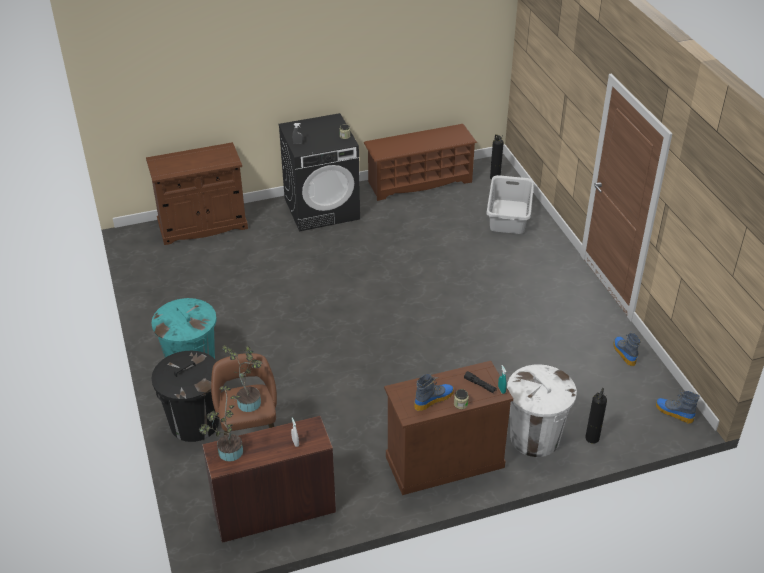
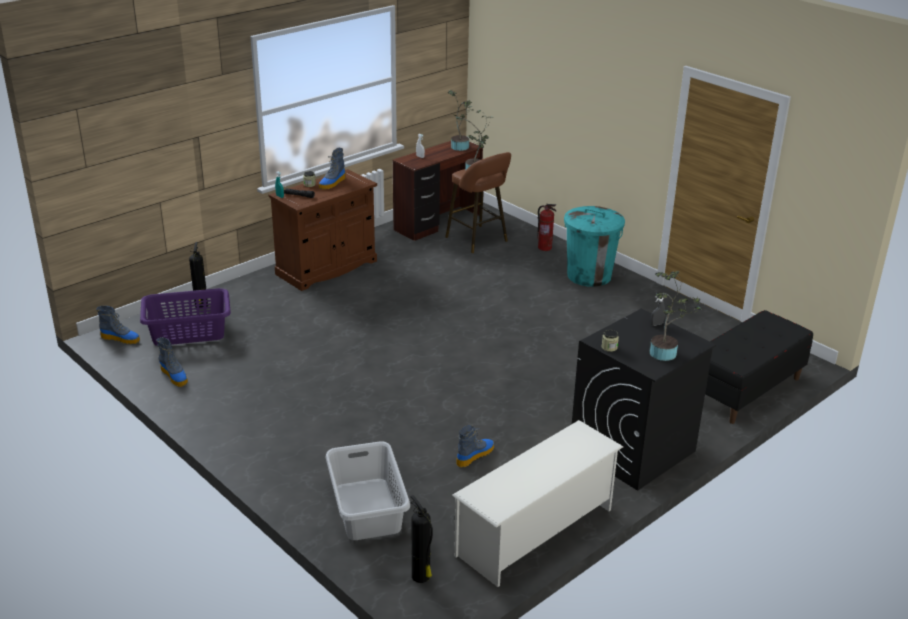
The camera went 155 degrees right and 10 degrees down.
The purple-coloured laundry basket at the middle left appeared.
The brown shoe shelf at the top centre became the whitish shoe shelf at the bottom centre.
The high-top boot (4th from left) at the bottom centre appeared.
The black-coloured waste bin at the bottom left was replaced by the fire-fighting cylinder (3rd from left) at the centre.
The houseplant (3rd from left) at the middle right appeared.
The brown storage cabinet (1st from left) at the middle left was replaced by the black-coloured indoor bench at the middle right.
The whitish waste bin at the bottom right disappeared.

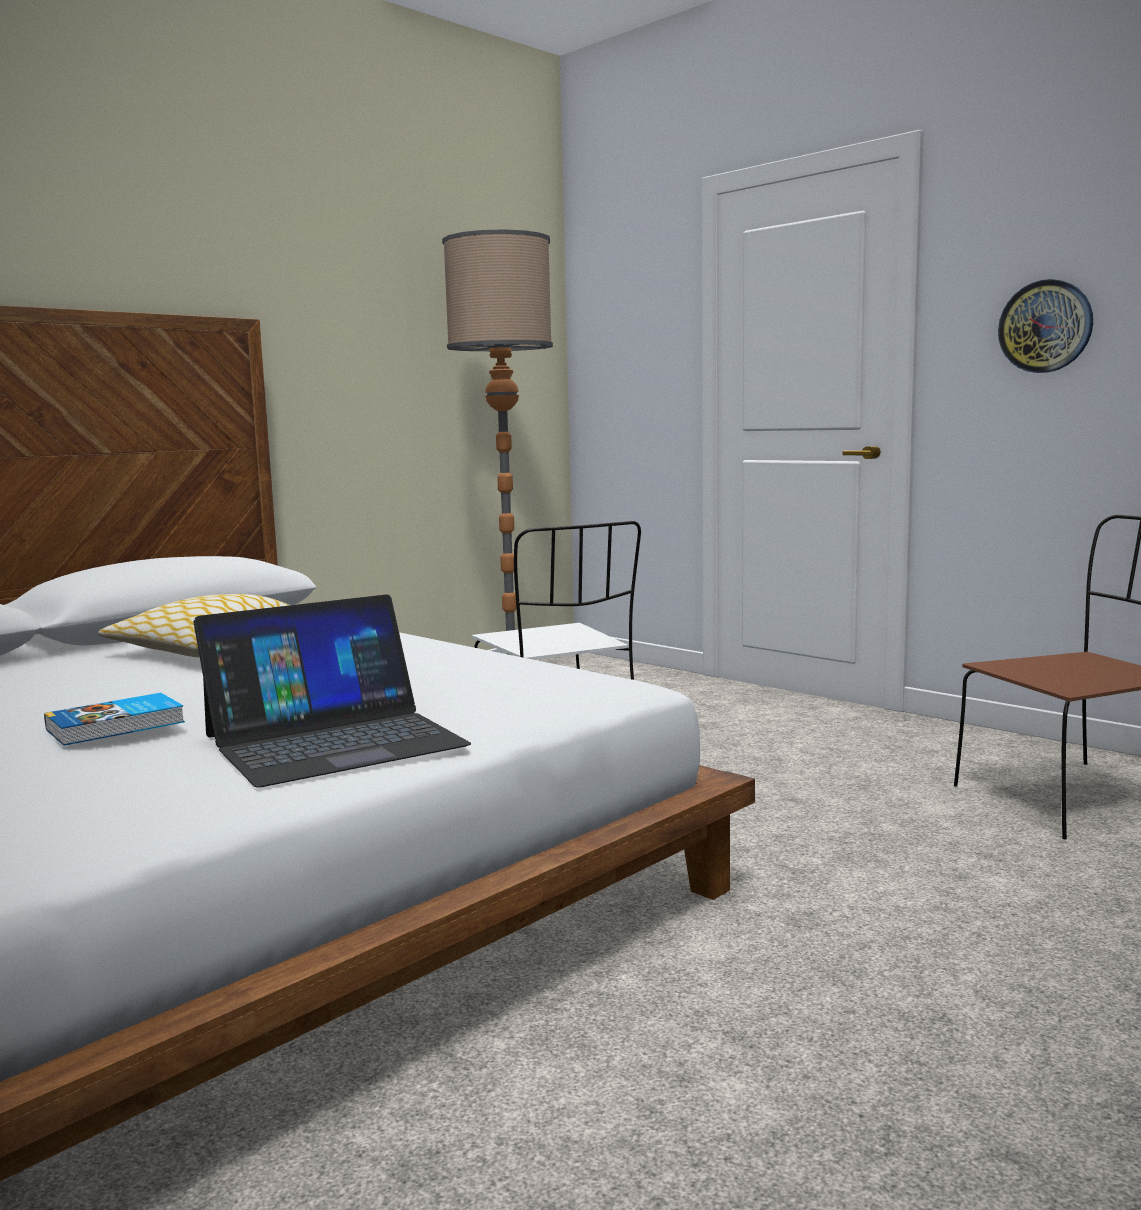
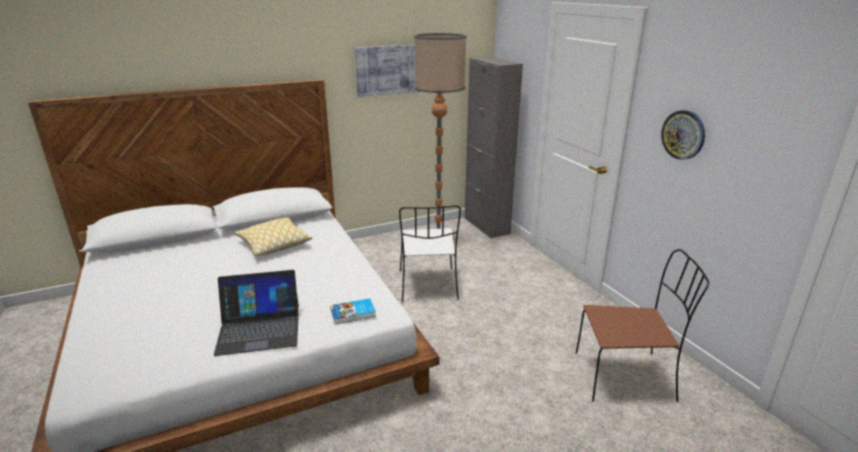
The camera went 20 degrees right and 15 degrees up.
The volume moved from the middle left to the bottom centre.
The wall art at the top centre appeared.
The gray storage cabinet at the top centre appeared.

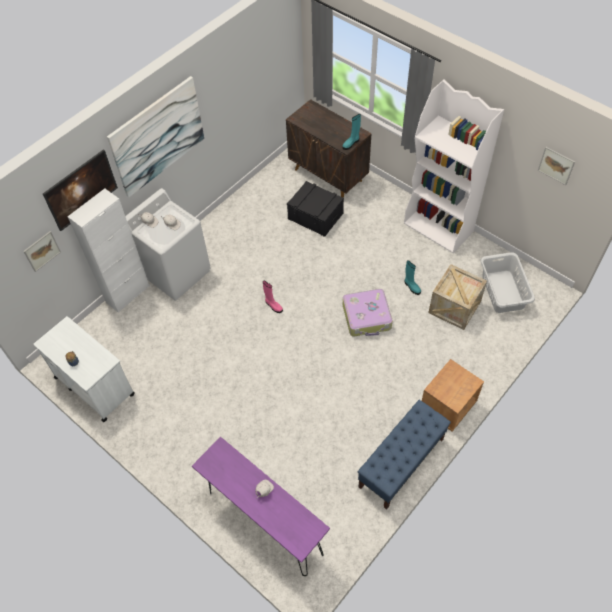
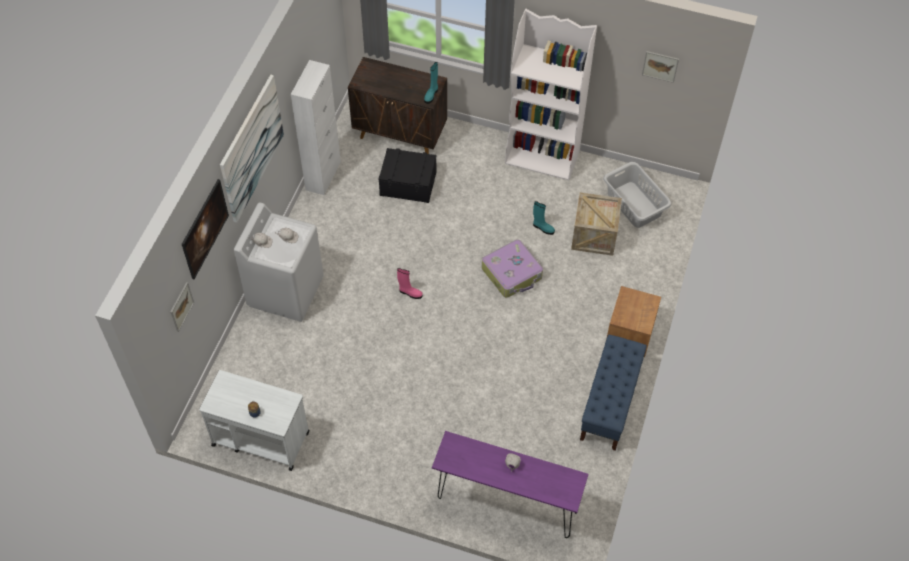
The camera went 25 degrees left and 0 degrees up.
The whitish storage cabinet moved from the middle left to the top centre.

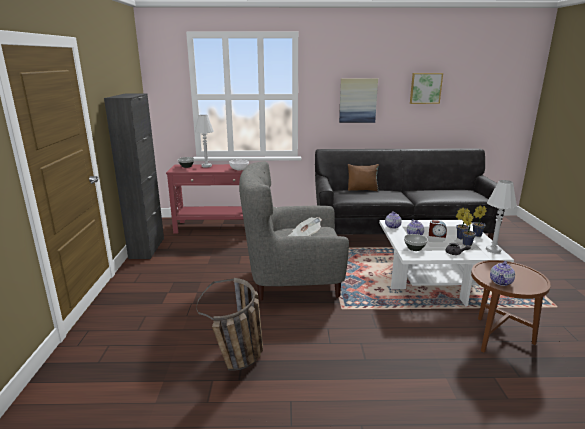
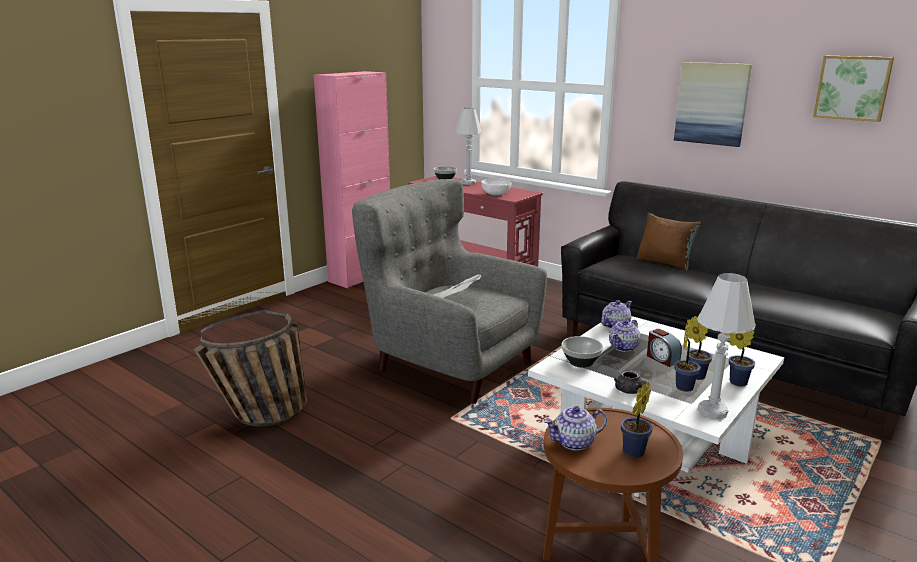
The camera went 40 degrees right and 0 degrees up.
The black-coloured storage cabinet at the middle left became the pink-coloured storage cabinet at the top centre.
The houseplant (1st from left) at the bottom right appeared.

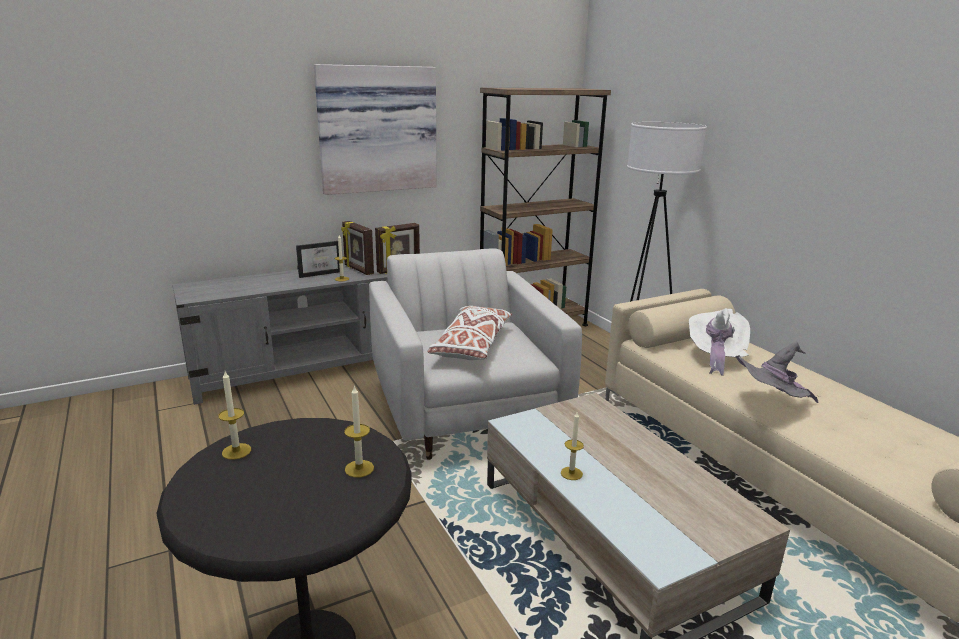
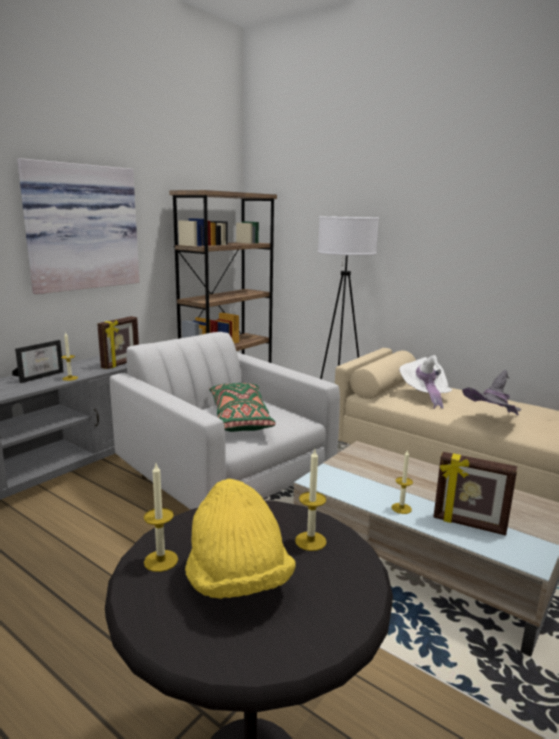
The camera went 25 degrees left and 5 degrees down.
The yellowish hat at the bottom centre appeared.
The whitish cushion at the centre became the green cushion at the centre.
The standing frame (2nd from left in the first image) moved from the centre to the bottom right.

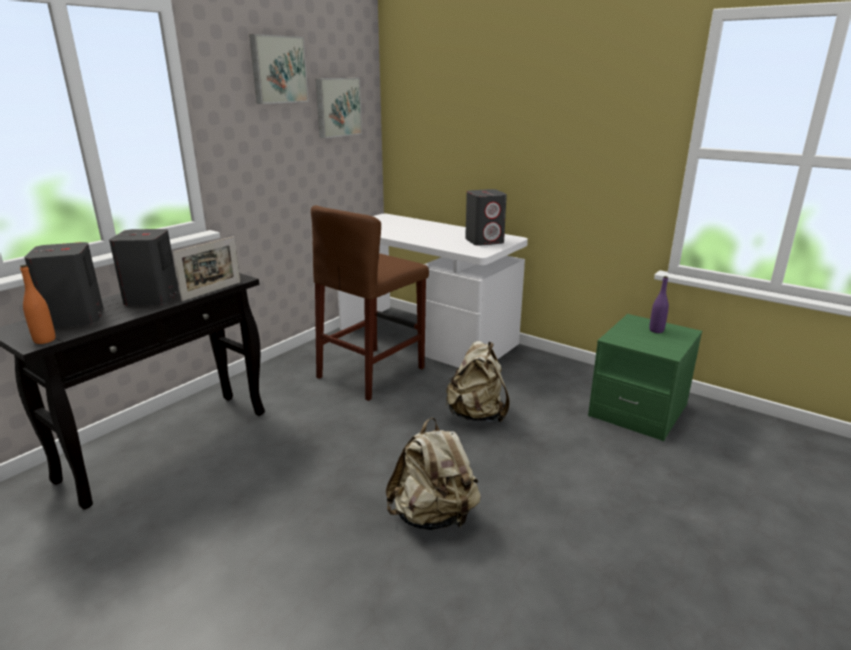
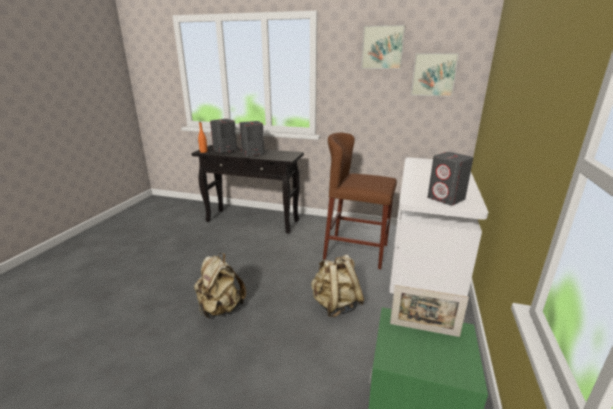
The camera went 70 degrees right and 0 degrees up.
The standing frame moved from the middle left to the bottom right.
The purple-coloured bottle at the middle right disappeared.

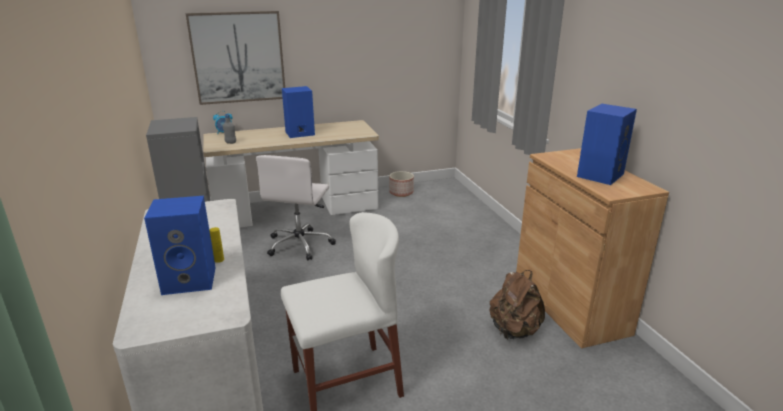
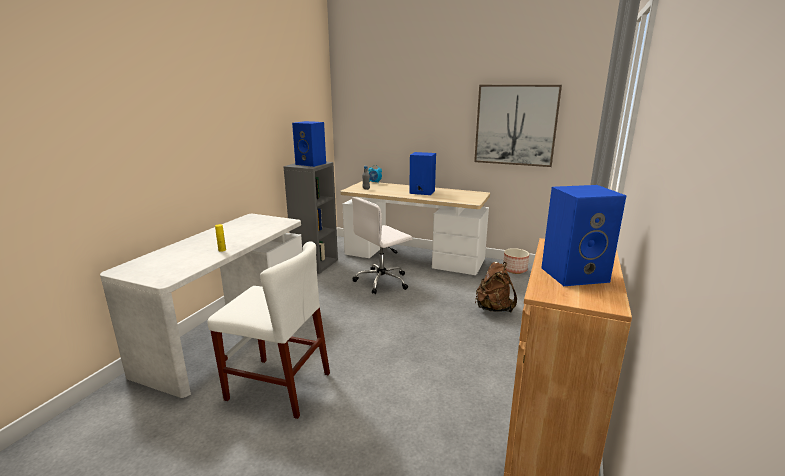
The camera went 40 degrees right and 5 degrees down.
The blue-coloured loudspeaker (1st from left) moved from the middle left to the top centre.
The wall art moved from the top left to the top centre.
The brown backpack moved from the bottom centre to the centre.

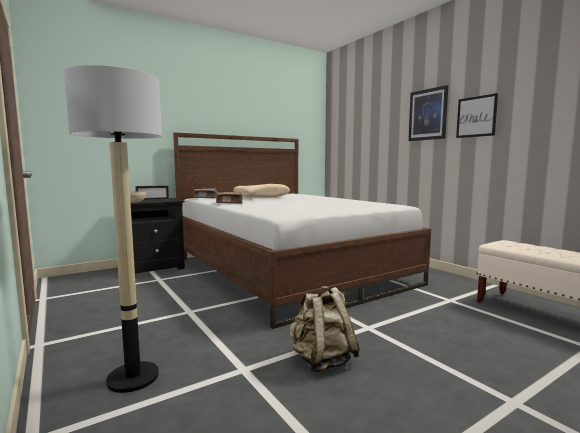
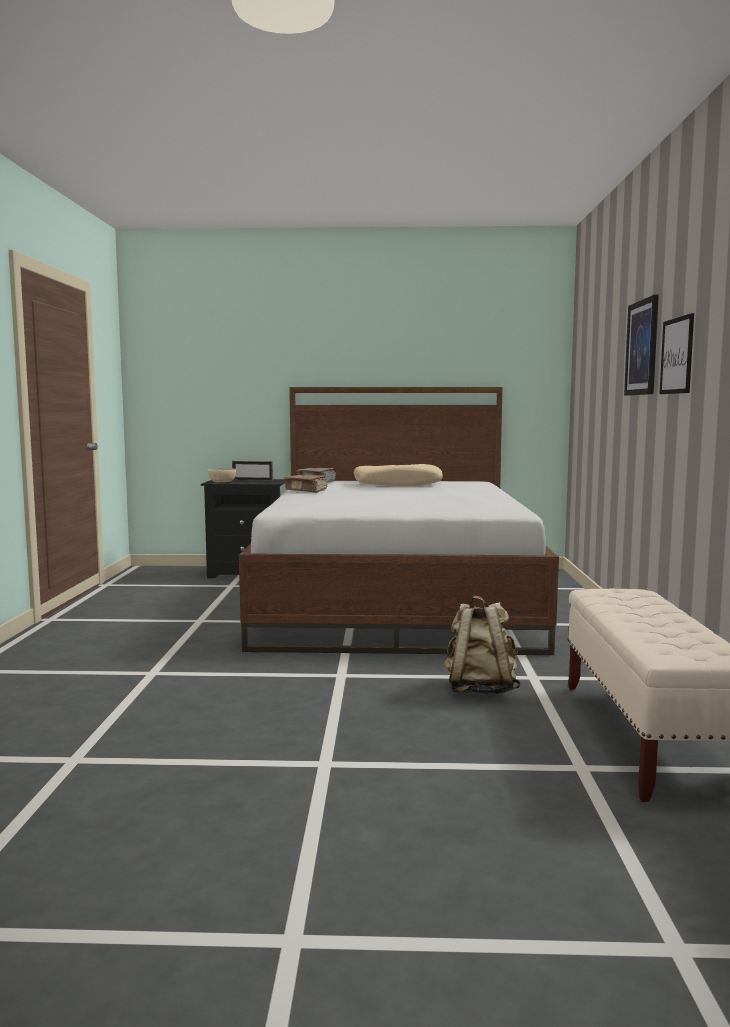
The camera went 35 degrees right and 0 degrees up.
The sand-coloured backpack moved from the bottom centre to the centre.
The floor lamp at the middle left disappeared.

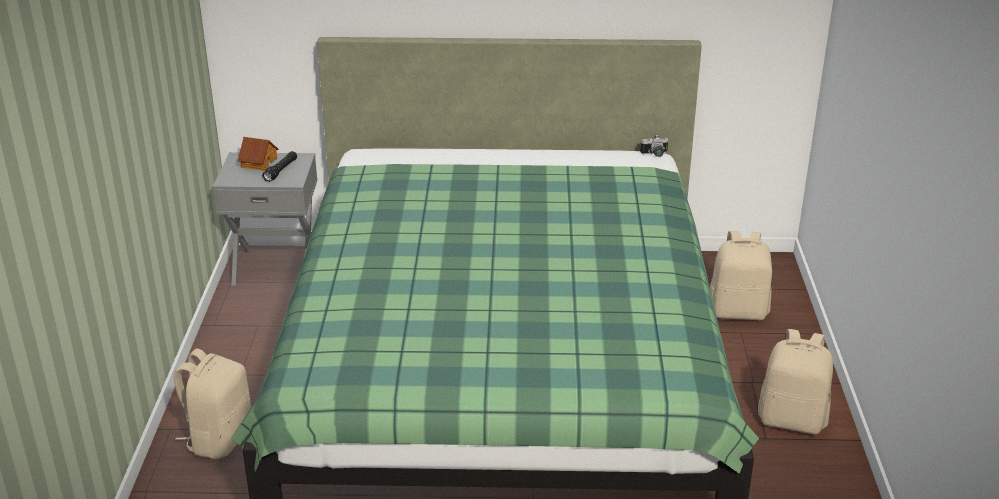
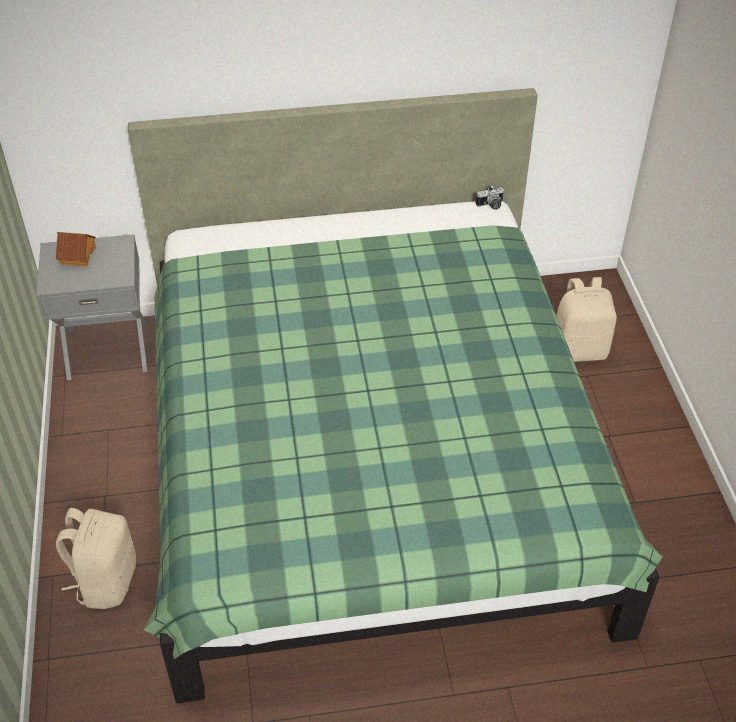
The camera went 10 degrees left and 15 degrees up.
The black-coloured hand torch at the top left disappeared.
The sand-coloured backpack (3rd from left) at the bottom right disappeared.

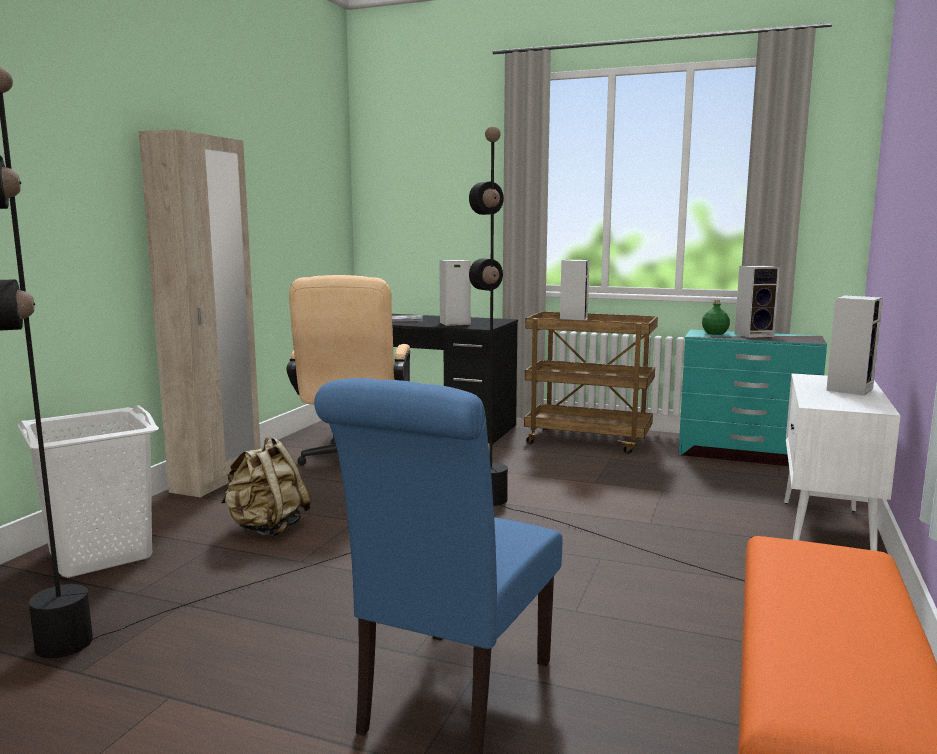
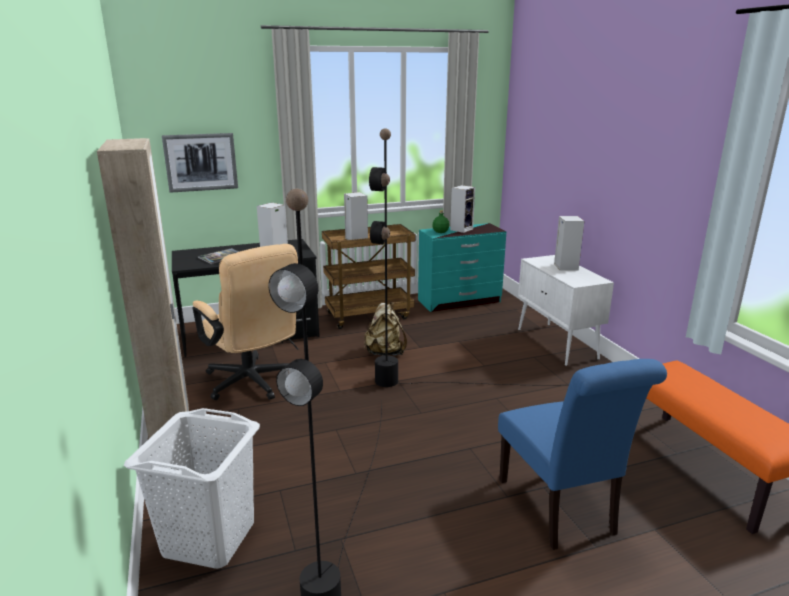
The camera went 40 degrees left and 10 degrees up.
The wall art at the top left appeared.
The sand-coloured backpack moved from the middle left to the centre.

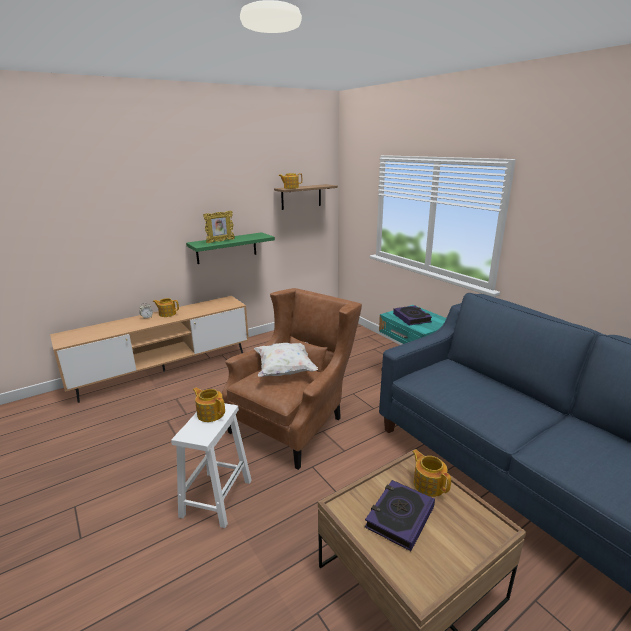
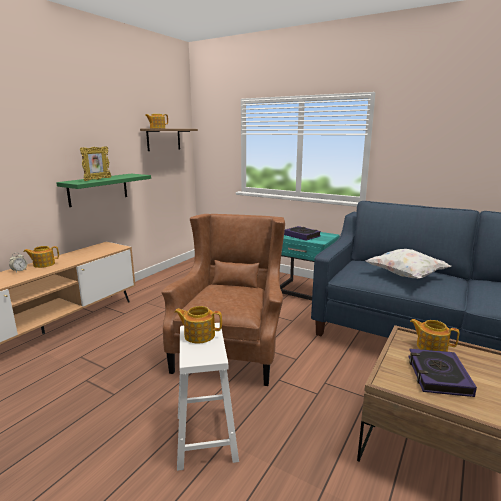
The camera went 25 degrees left and 5 degrees down.
The whitish cushion moved from the centre to the middle right.

